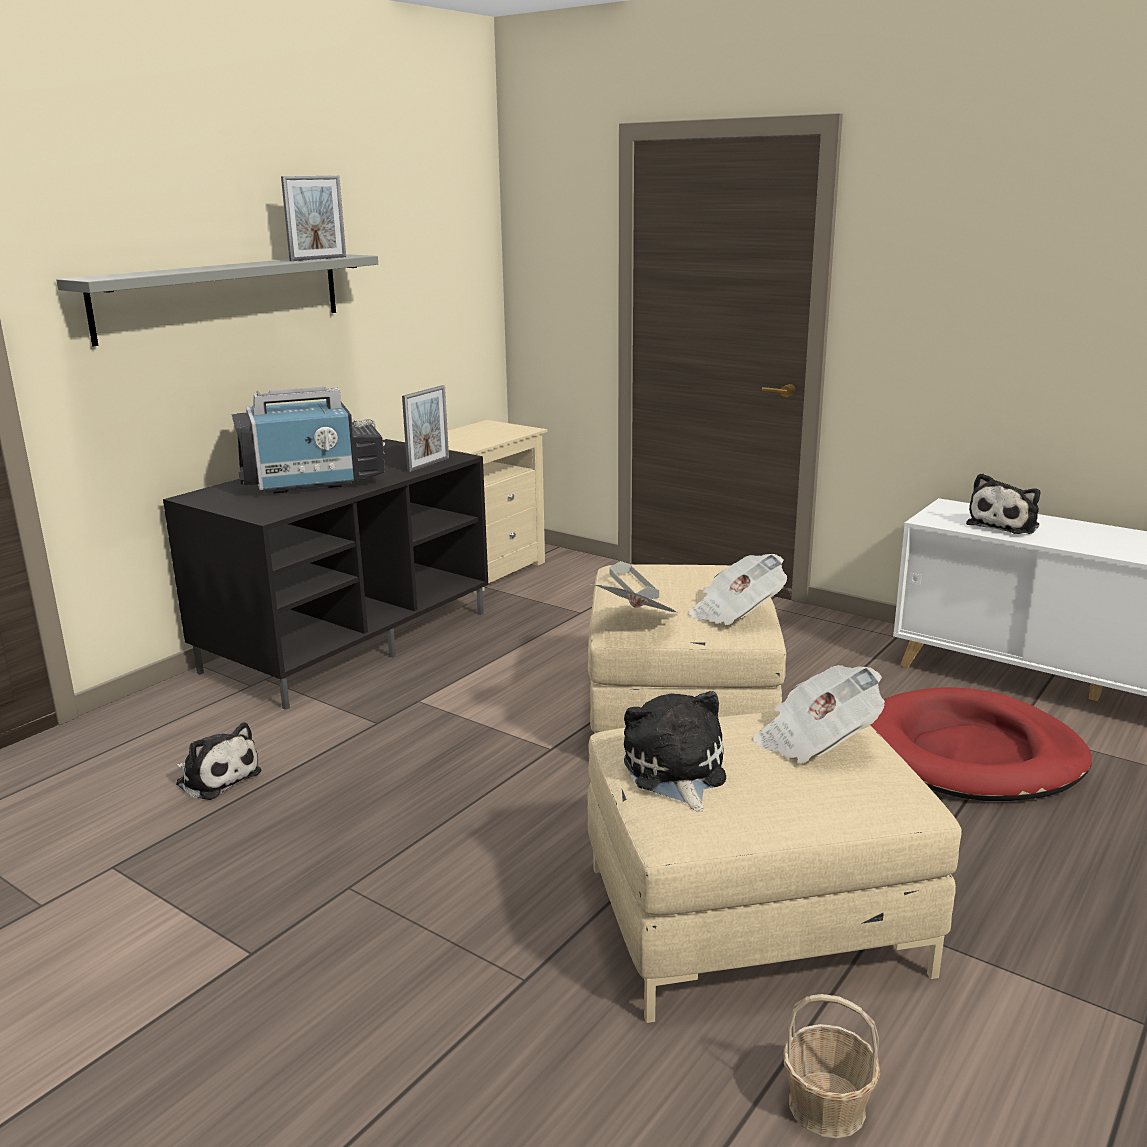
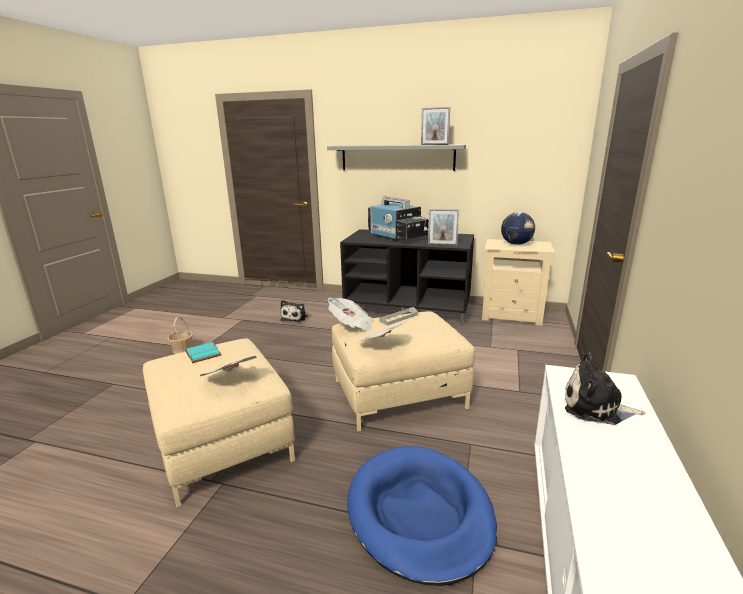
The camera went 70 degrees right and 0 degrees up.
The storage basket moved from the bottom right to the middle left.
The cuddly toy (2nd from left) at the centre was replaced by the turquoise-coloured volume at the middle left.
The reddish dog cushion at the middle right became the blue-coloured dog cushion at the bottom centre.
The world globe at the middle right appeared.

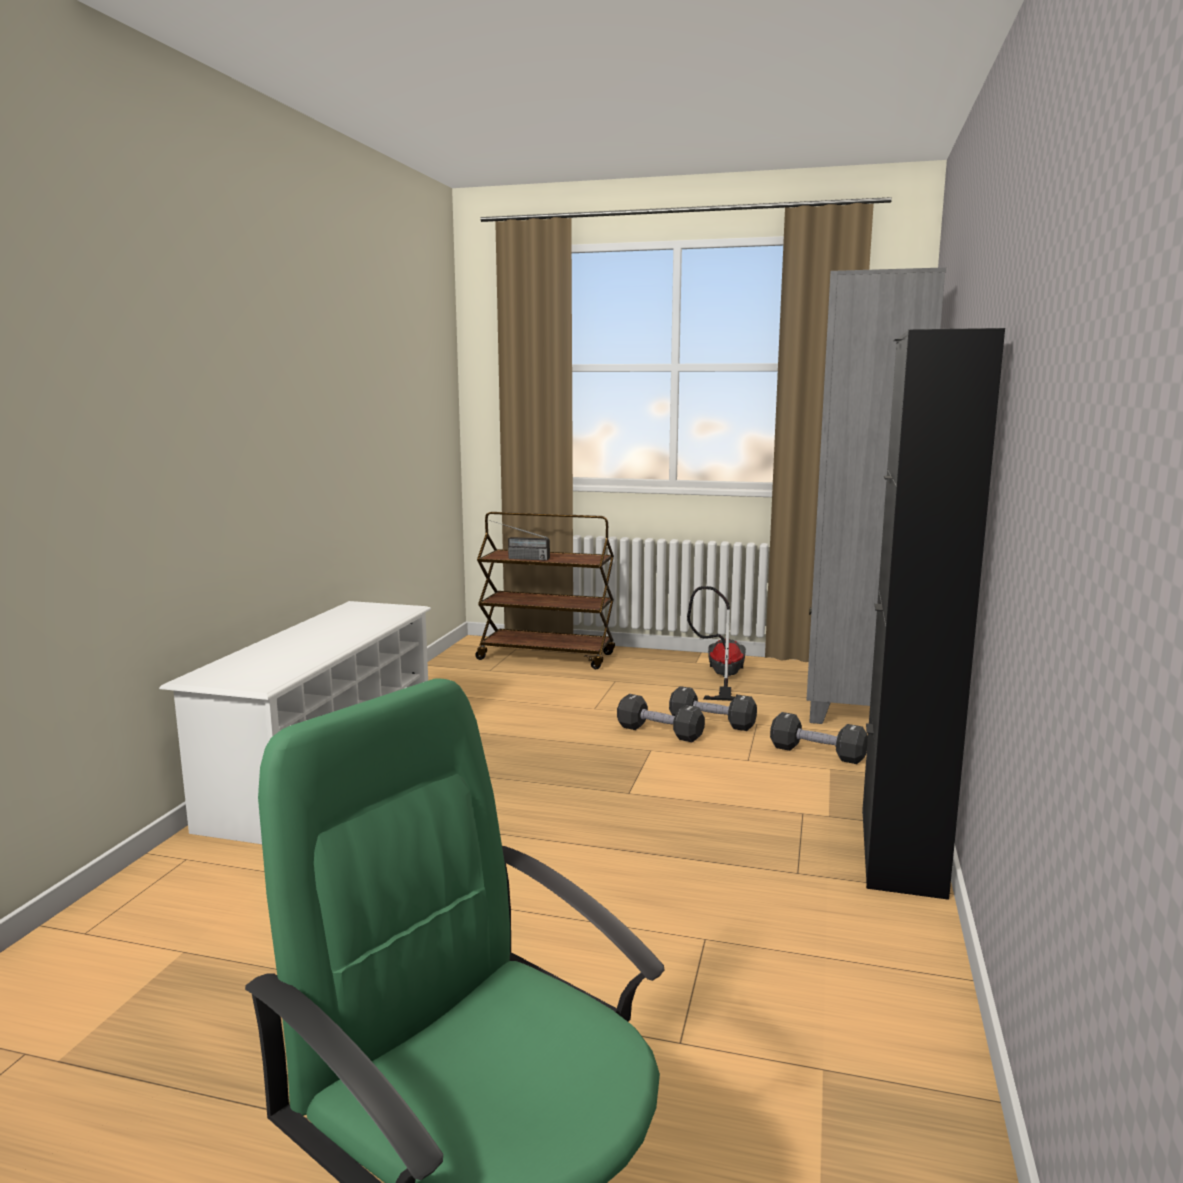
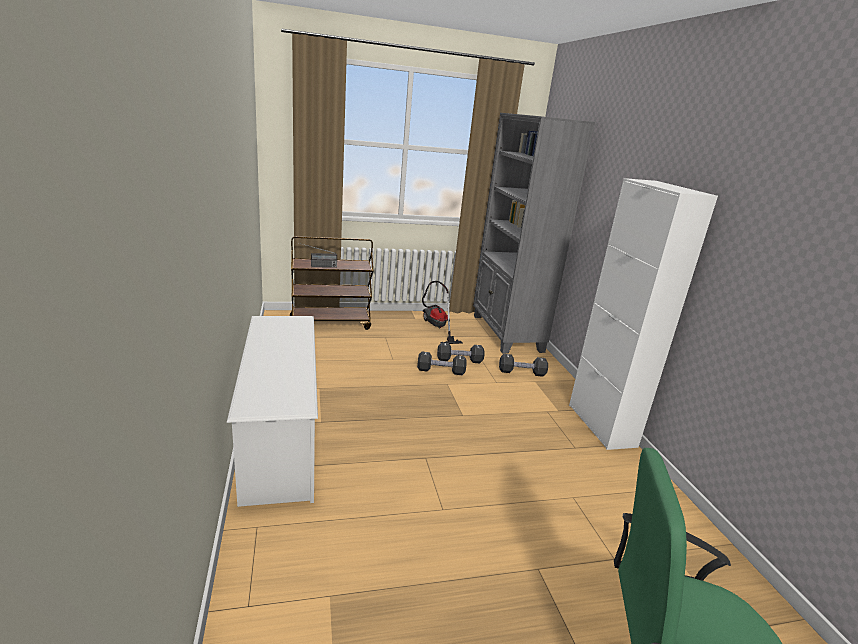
The camera went 30 degrees left and 10 degrees up.
The black-coloured storage cabinet at the middle right became the whitish storage cabinet at the middle right.

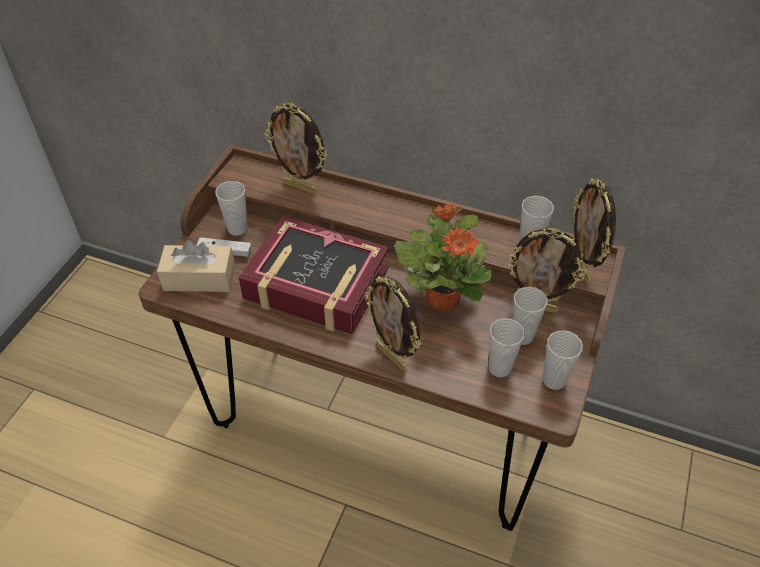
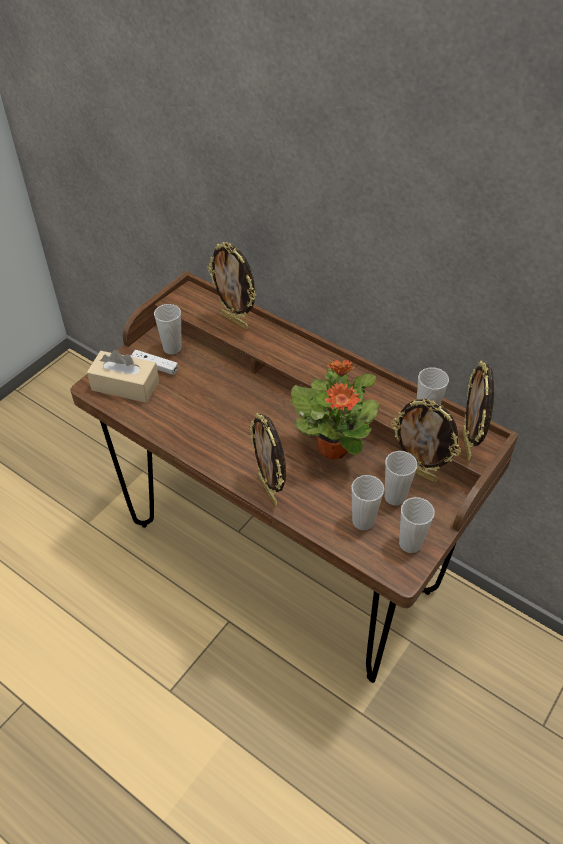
The camera went 15 degrees right and 0 degrees up.
The volume at the centre disappeared.

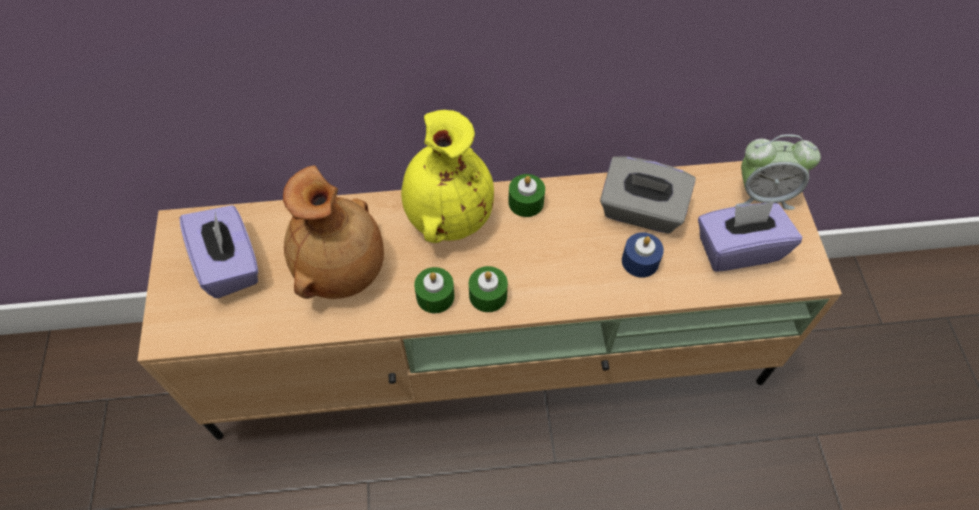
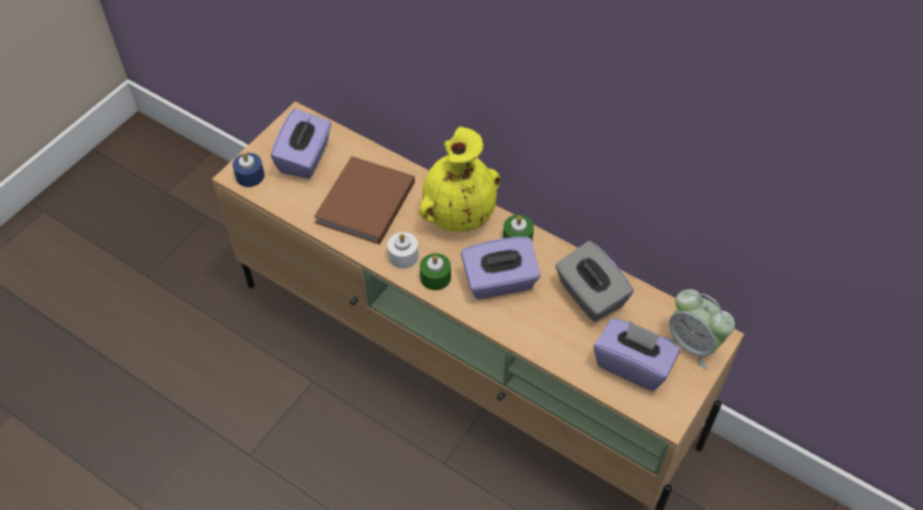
The camera went 40 degrees right and 5 degrees down.
The blue-coloured candle moved from the centre to the middle left.
The brown vase at the centre was replaced by the brown volume at the centre.
The green candle (1st from left) at the centre became the whitish candle at the centre.
The purple-coloured tissue box (2nd from left) at the centre appeared.

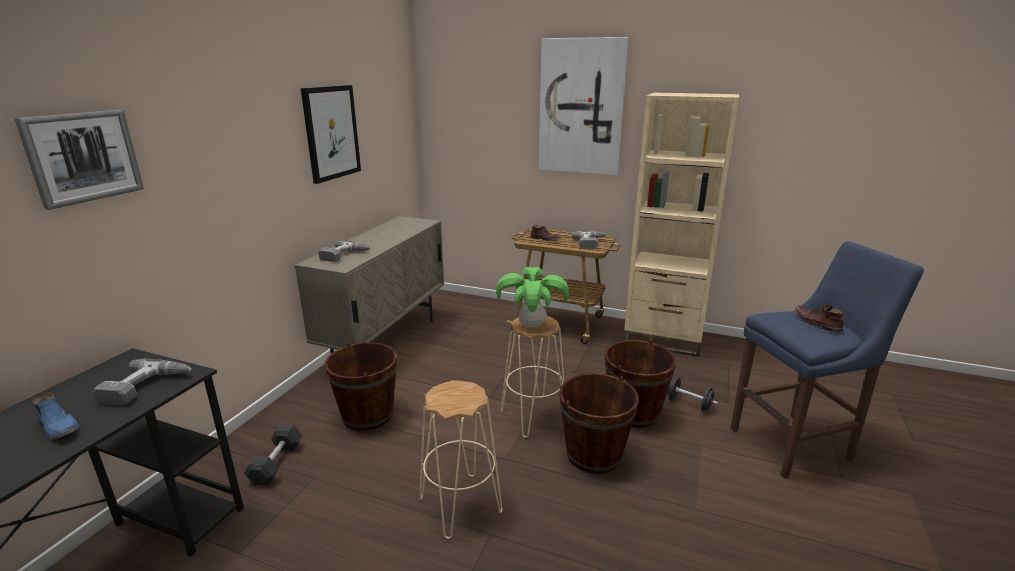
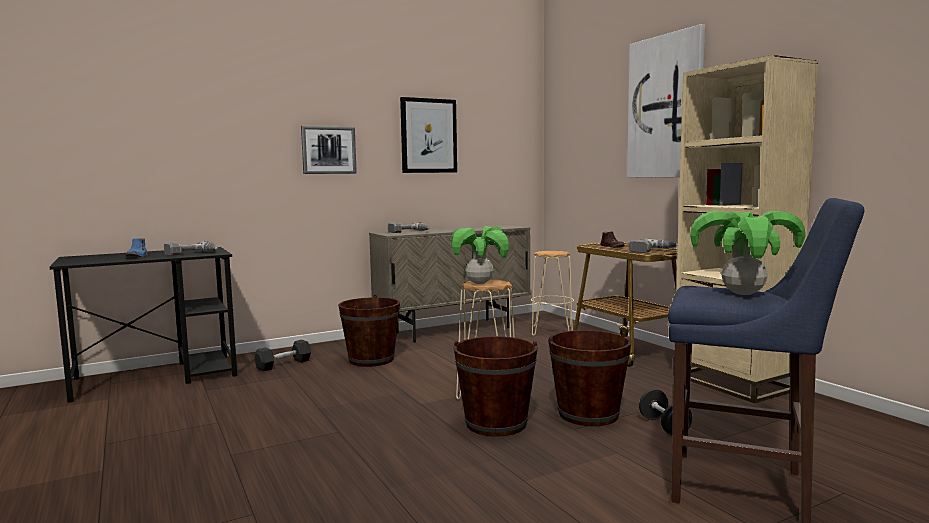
The camera went 40 degrees right and 15 degrees down.
The wall art (1st from left) moved from the top left to the top centre.
The sand-coloured stool seat (1st from left in the first image) moved from the bottom centre to the centre.
The brown item of footwear (2nd from left) at the middle right was replaced by the houseplant (2nd from left) at the middle right.

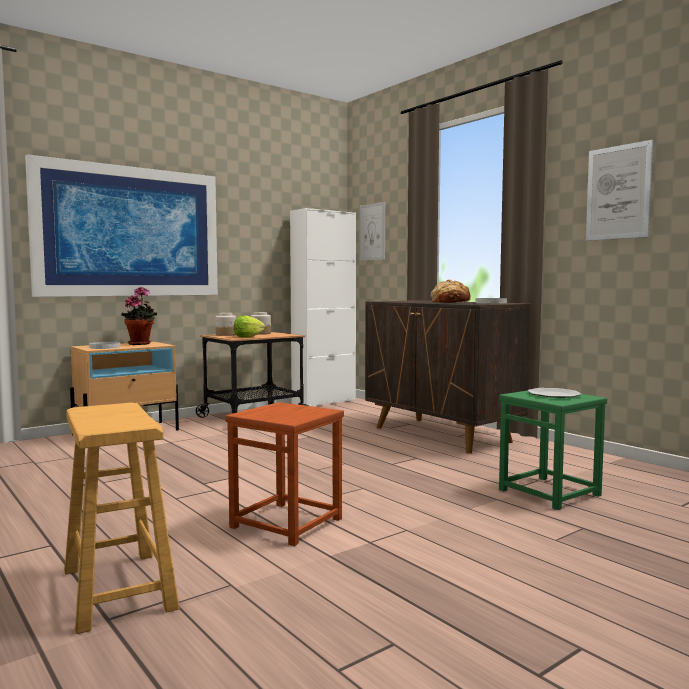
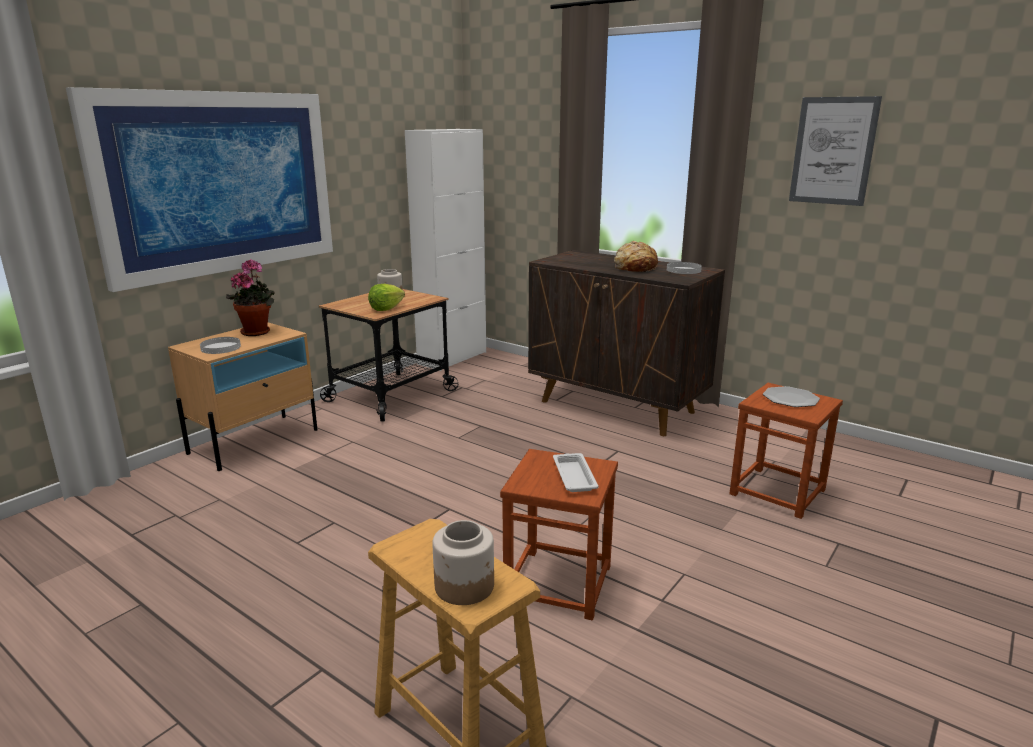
The camera went 15 degrees left and 15 degrees up.
The jar (1st from left in the first image) moved from the middle left to the bottom centre.
The whitish carrying tray at the centre appeared.
The green stool seat at the middle right became the brown stool seat (3rd from left) at the middle right.
The wall art (2nd from left) at the centre disappeared.

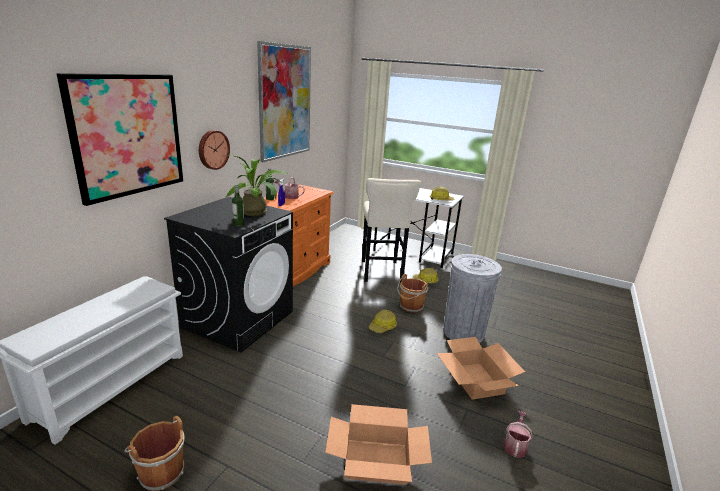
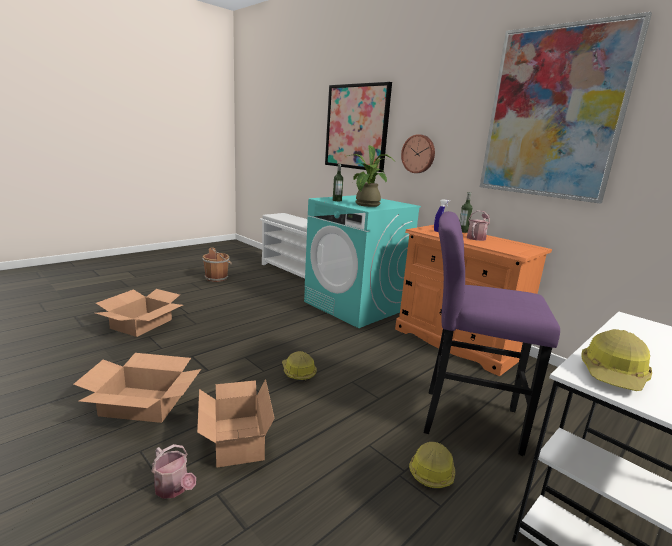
The camera went 110 degrees right and 5 degrees down.
The sprinkling can (2nd from left in the first image) moved from the bottom right to the bottom left.
The gray waste bin at the centre was replaced by the packing box (3rd from left) at the bottom centre.
The black-coloured washing machine at the middle left became the turquoise-coloured washing machine at the centre.
The sand-coloured stool seat at the centre became the purple-coloured stool seat at the middle right.
The brown pail (2nd from left) at the centre disappeared.

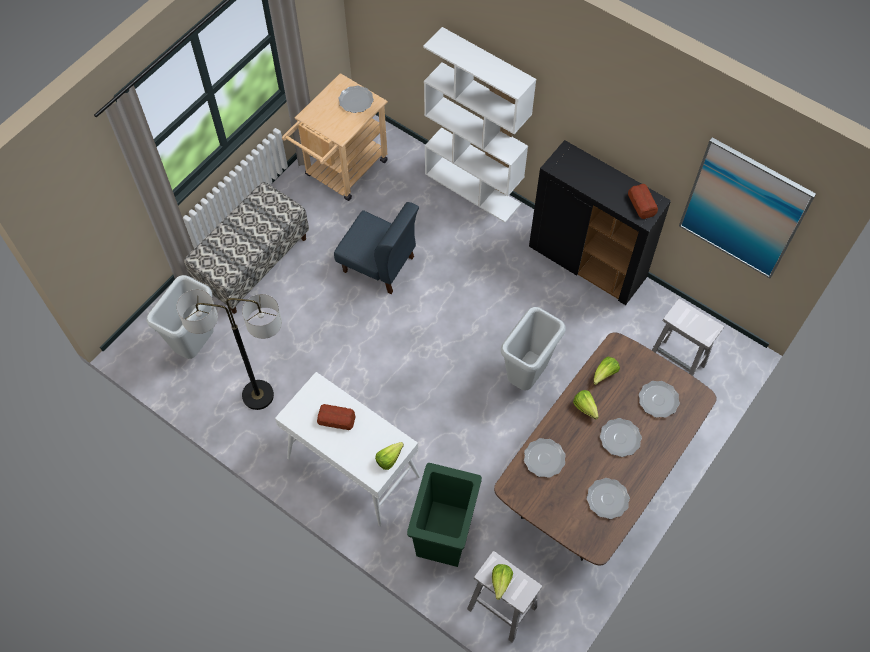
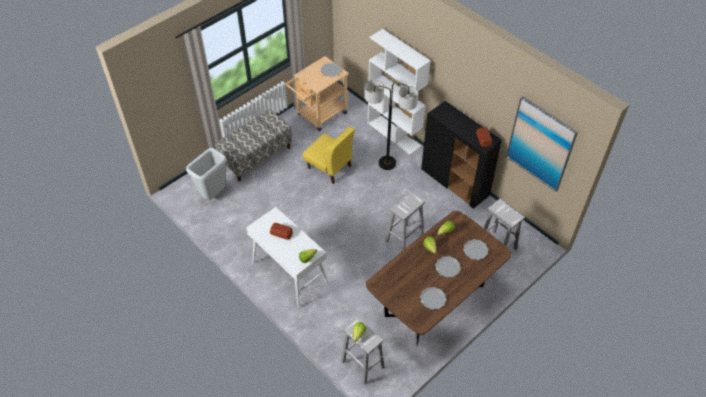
The camera went 10 degrees right and 10 degrees down.
The blue-coloured plain chair at the centre became the yellowish plain chair at the centre.
The floor lamp moved from the middle left to the top centre.
The gray waste bin (2nd from left) at the centre was replaced by the whitish stool seat (2nd from left) at the centre.
The green waste bin at the bottom centre disappeared.
The plate (2nd from left) at the bottom centre disappeared.

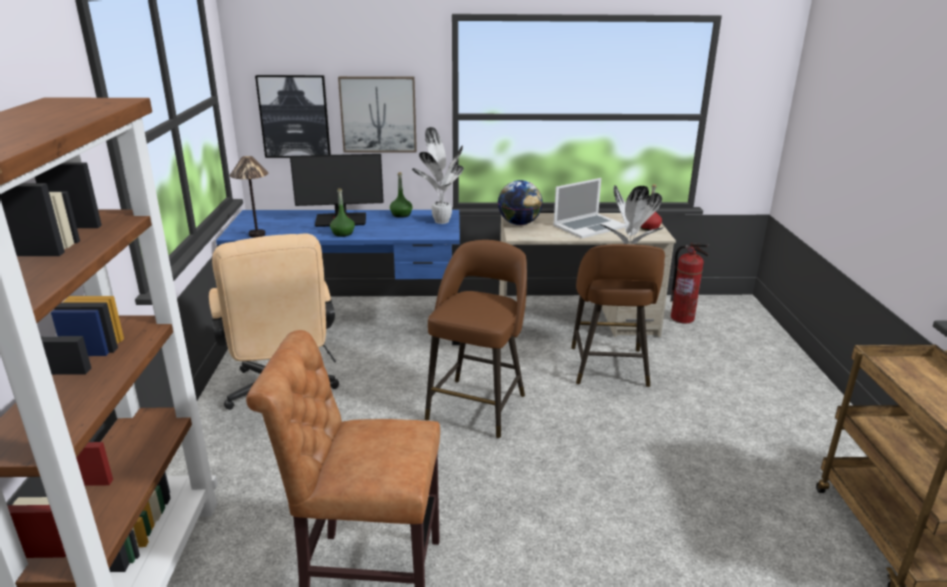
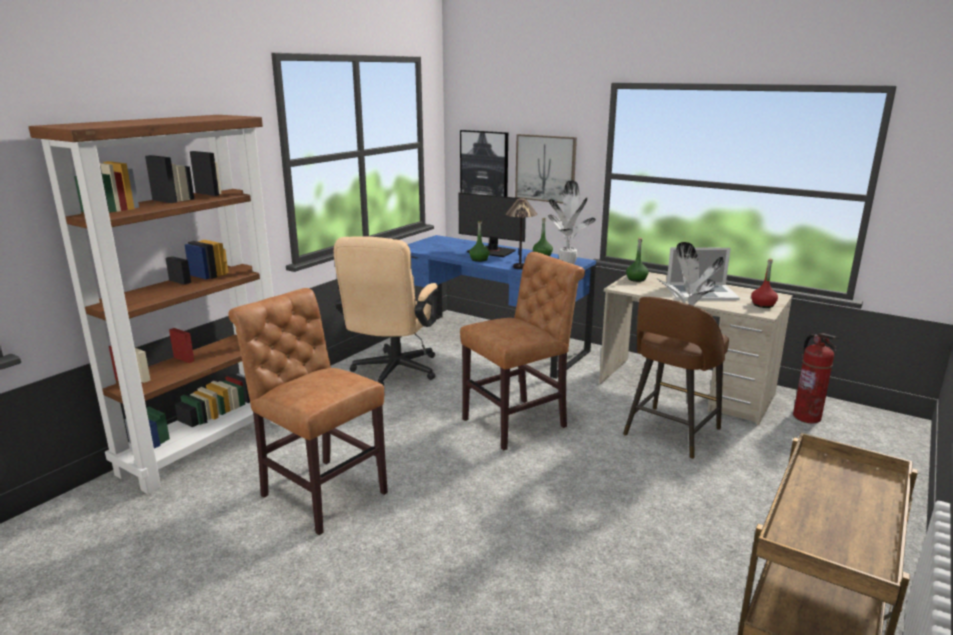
The camera went 35 degrees right and 5 degrees down.
The brown stool seat (1st from left) at the centre was replaced by the brown plain chair (2nd from left) at the centre.
The table lamp moved from the middle left to the centre.
The world globe at the centre was replaced by the green bottle (3rd from left) at the middle right.

